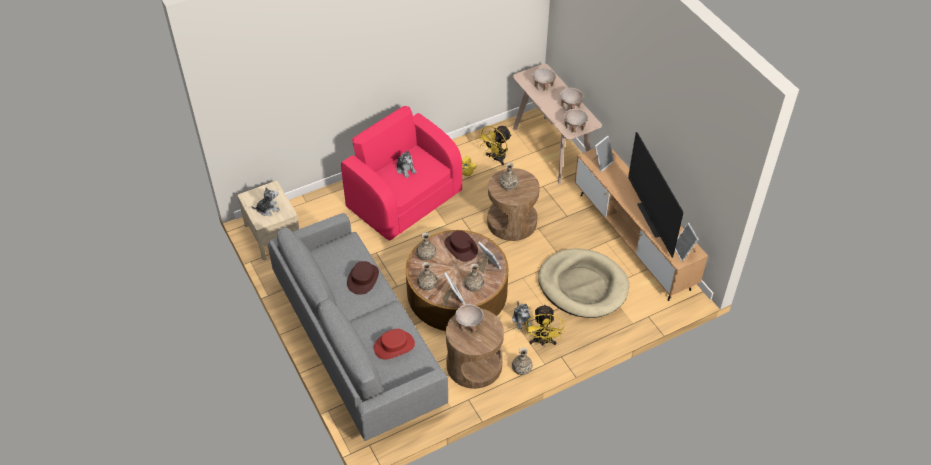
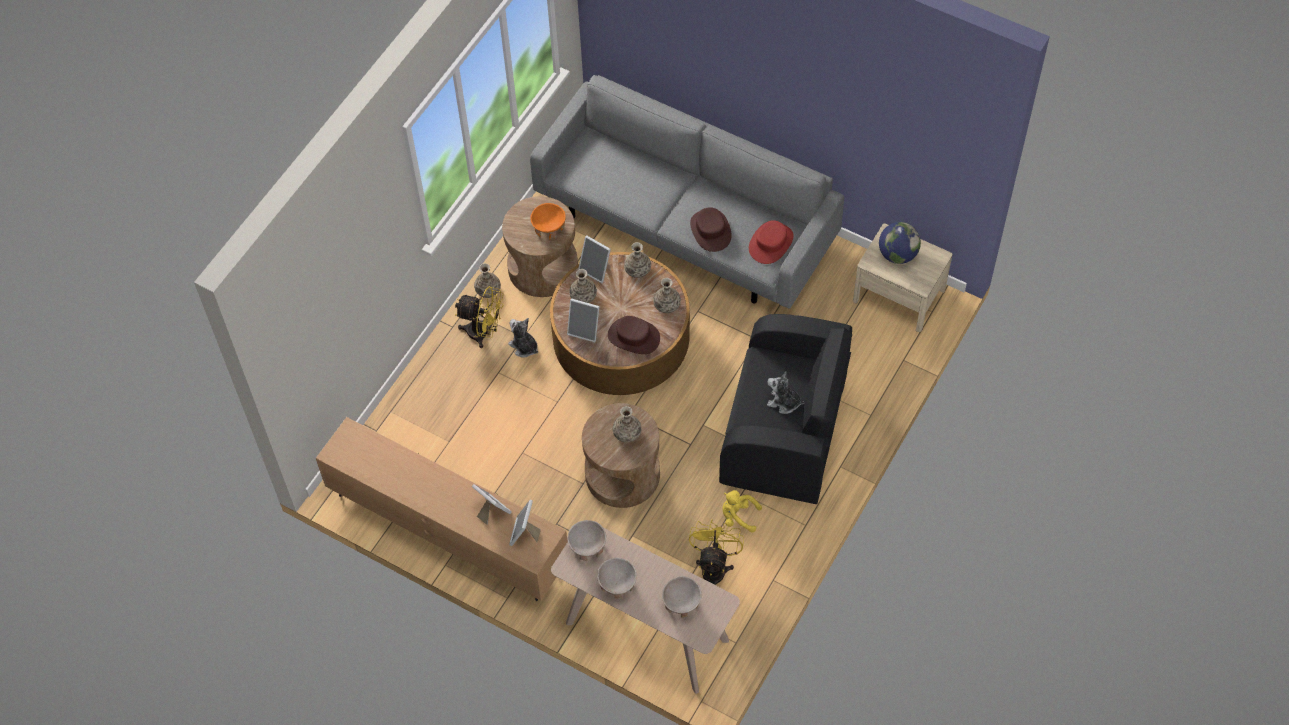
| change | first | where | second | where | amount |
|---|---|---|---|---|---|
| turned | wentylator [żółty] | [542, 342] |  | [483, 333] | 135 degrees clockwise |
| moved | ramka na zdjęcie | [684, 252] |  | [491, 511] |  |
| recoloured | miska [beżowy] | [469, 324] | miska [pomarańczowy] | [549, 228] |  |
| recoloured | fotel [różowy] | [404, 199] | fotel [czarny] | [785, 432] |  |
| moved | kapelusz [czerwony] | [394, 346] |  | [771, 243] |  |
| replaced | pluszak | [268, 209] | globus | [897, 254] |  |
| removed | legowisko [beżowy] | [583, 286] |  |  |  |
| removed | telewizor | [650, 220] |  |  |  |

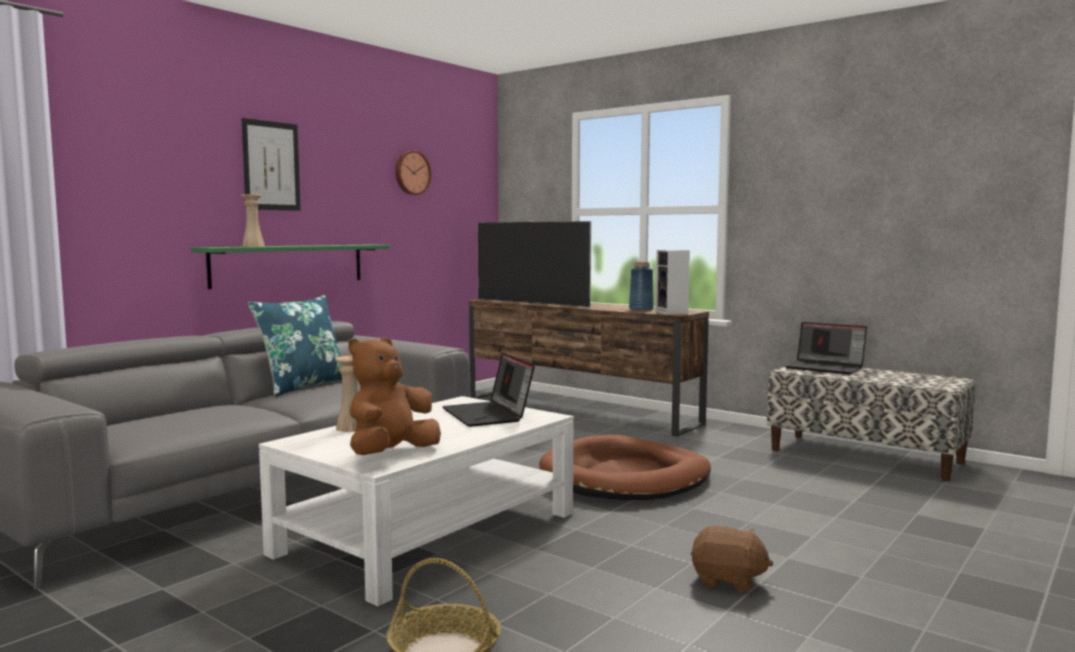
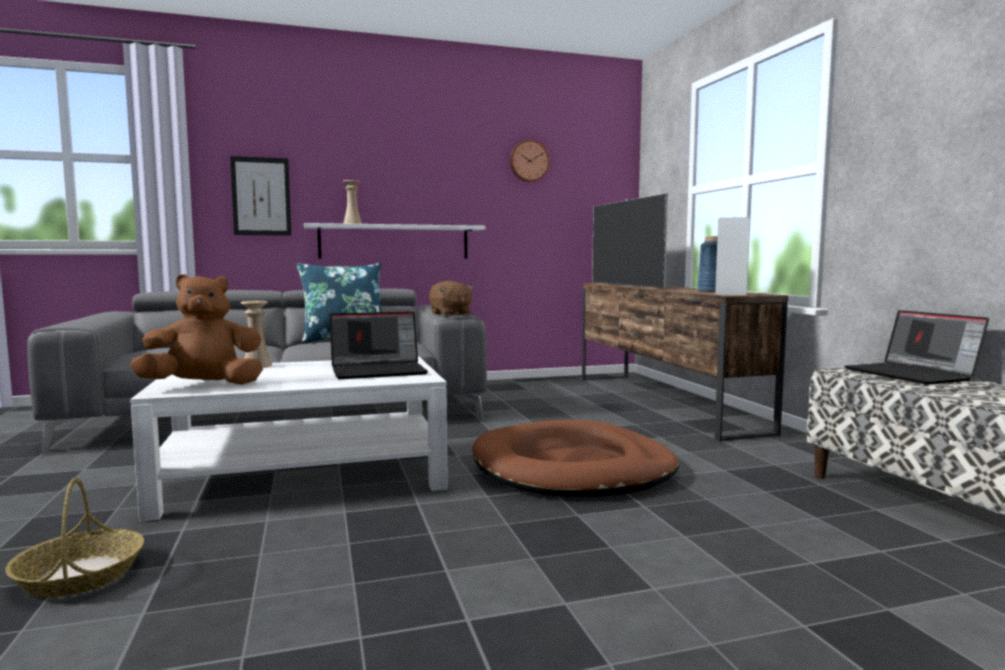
| change | first | where | second | where | amount |
|---|---|---|---|---|---|
| moved | obraz | [271, 166] |  | [261, 196] |  |
| recoloured | półka [zielony] | [289, 265] | półka [biały] | [394, 242] |  |
| turned | laptop | [488, 415] |  | [380, 371] | 120 degrees counterclockwise |
| moved | pluszak [brązowy] | [728, 580] |  | [450, 314] |  |

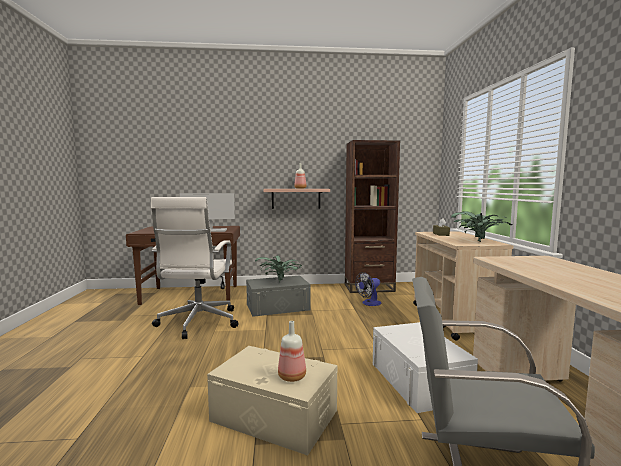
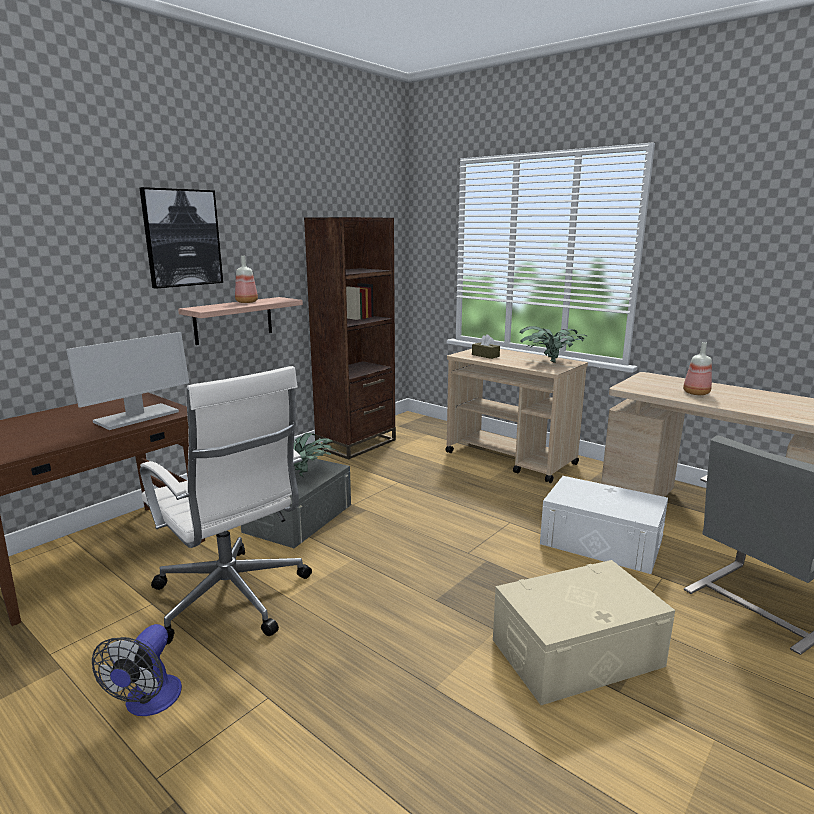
| change | first | where | second | where | amount |
|---|---|---|---|---|---|
| moved | wentylator | [369, 303] |  | [148, 703] |  |
| added |  |  | obraz | [182, 238] |  |
| moved | butelka | [291, 376] |  | [695, 393] |  |

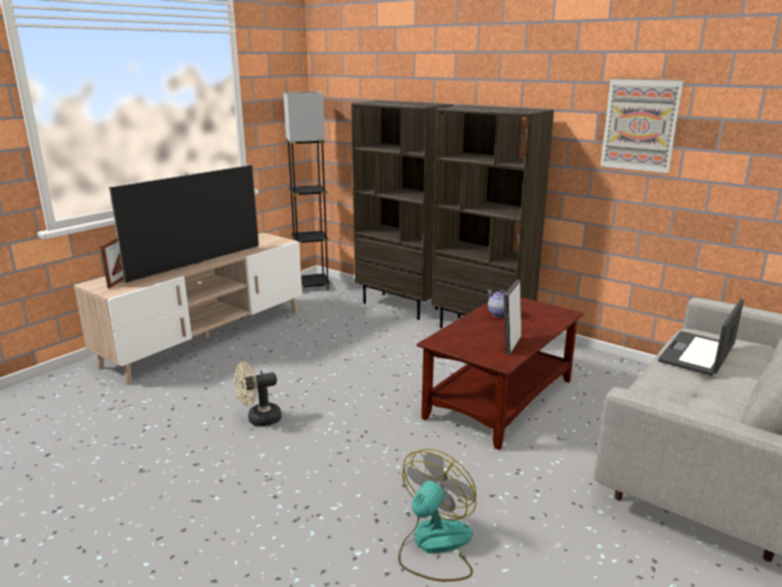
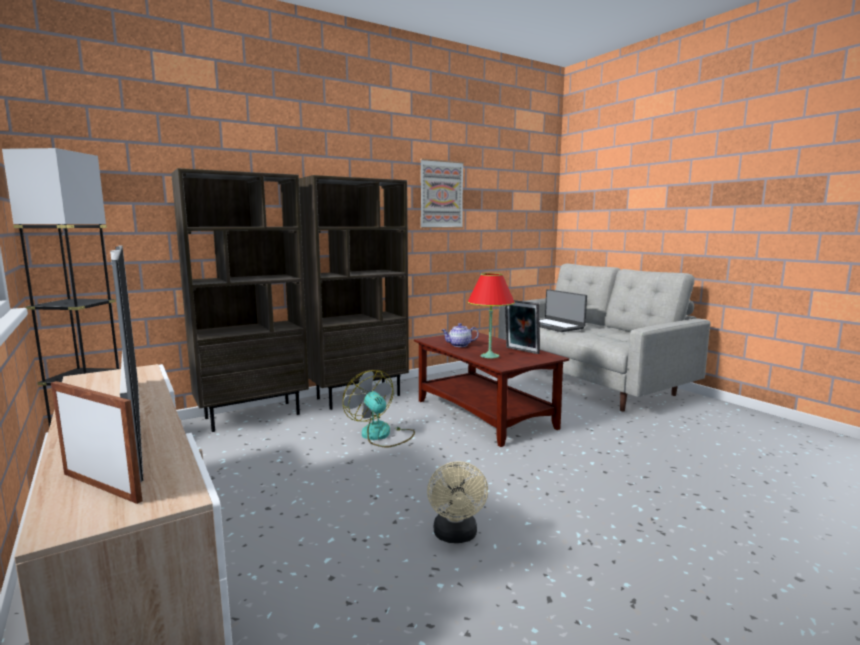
| change | first | where | second | where | amount |
|---|---|---|---|---|---|
| moved | wentylator | [434, 545] |  | [381, 435] |  |
| added |  |  | lampa stołowa [czerwony] | [489, 356] |  |

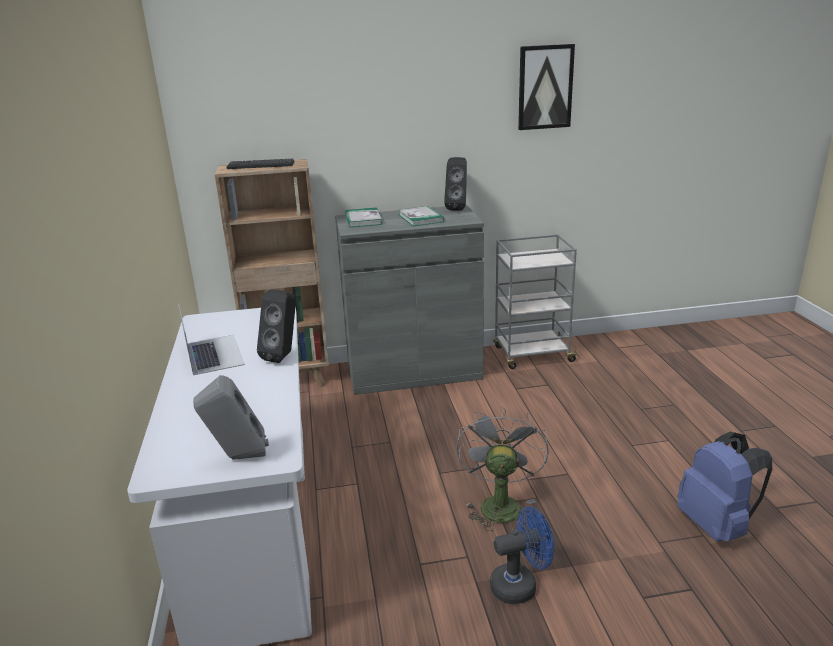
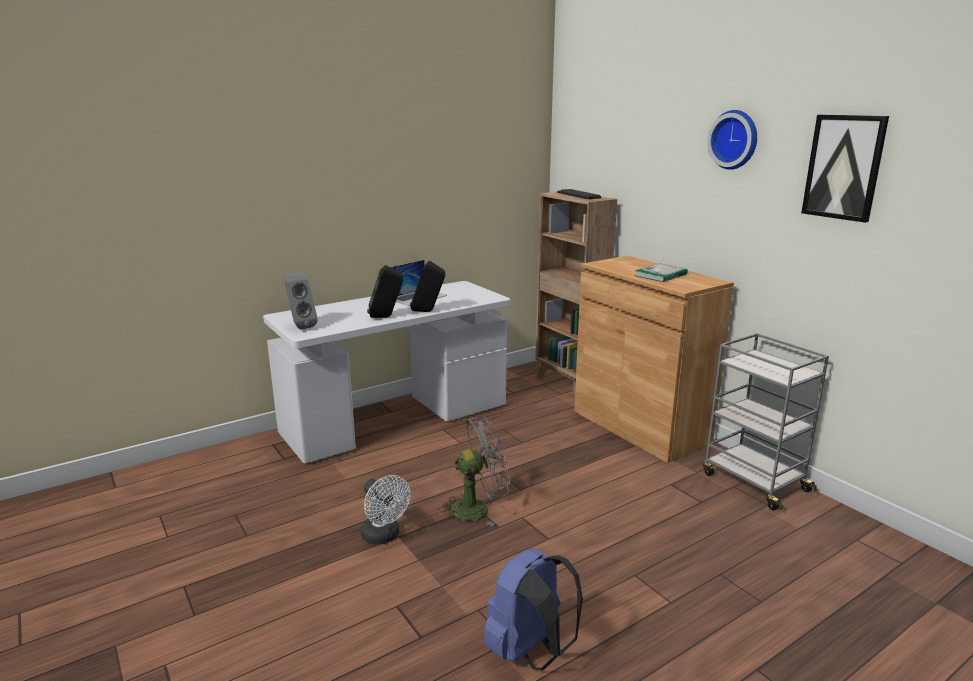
| change | first | where | second | where | amount |
|---|---|---|---|---|---|
| recoloured | wentylator [niebieski] | [520, 585] | wentylator [biały] | [384, 536] |  |
| moved | głośnik [czarny] | [457, 208] |  | [386, 317] |  |
| recoloured | szafka [szary] | [413, 371] | szafka [brązowy] | [640, 427] |  |
| added |  |  | zegar ścienny | [735, 139] |  |
| removed | książka | [363, 220] |  |  |  |

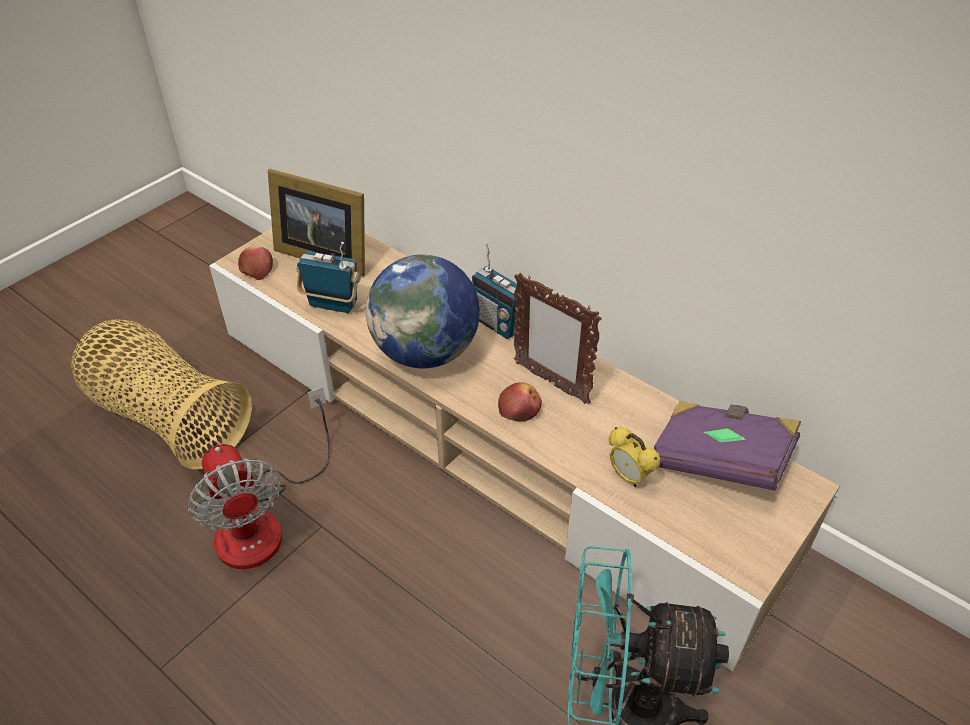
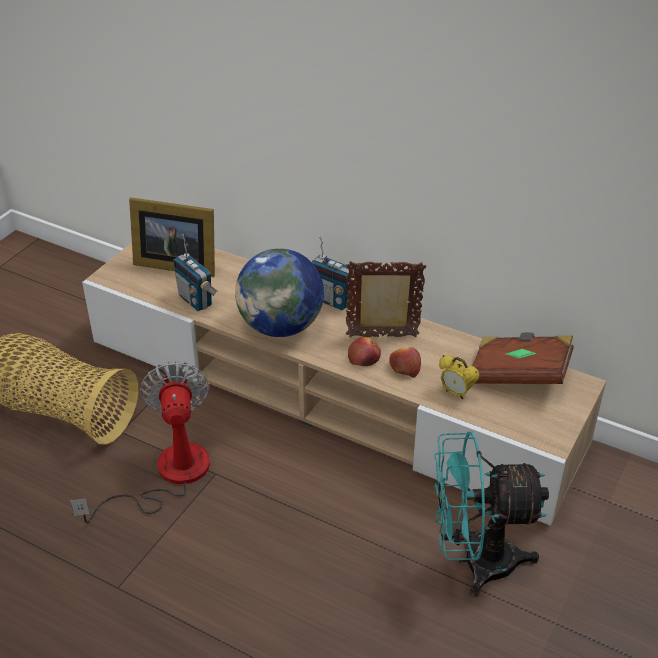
| change | first | where | second | where | amount |
|---|---|---|---|---|---|
| turned | wentylator | [264, 520] |  | [167, 475] | 150 degrees counterclockwise |
| turned | radio | [333, 305] |  | [196, 300] | 135 degrees counterclockwise |
| turned | ramka na zdjęcie | [550, 382] |  | [383, 337] | 150 degrees clockwise |
| moved | jabłko | [256, 269] |  | [404, 367] |  |
| recoloured | książka [fioletowy] | [719, 460] | książka [brązowy] | [519, 374] |  |

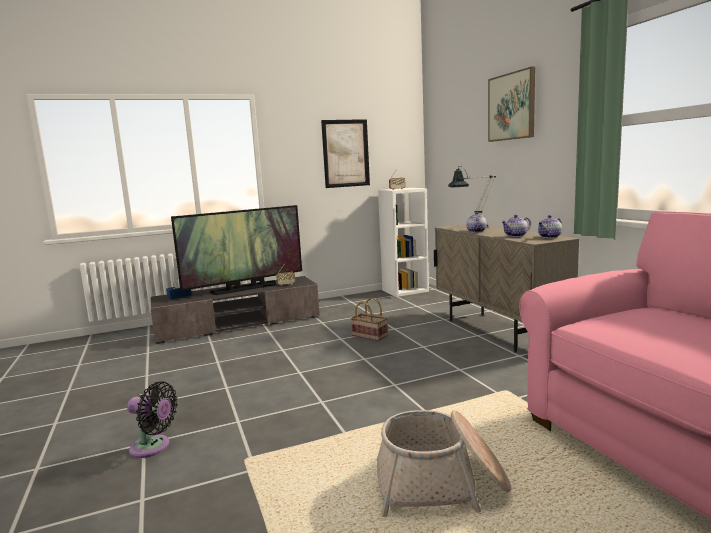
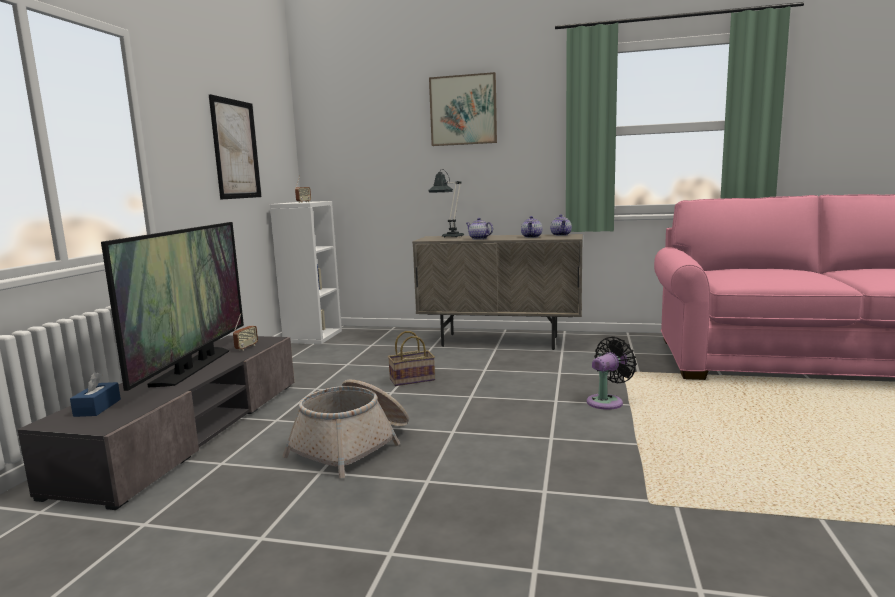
| change | first | where | second | where | amount |
|---|---|---|---|---|---|
| moved | koszyk | [441, 484] |  | [353, 445] |  |
| moved | wentylator [czarny] | [153, 447] |  | [607, 401] |  |

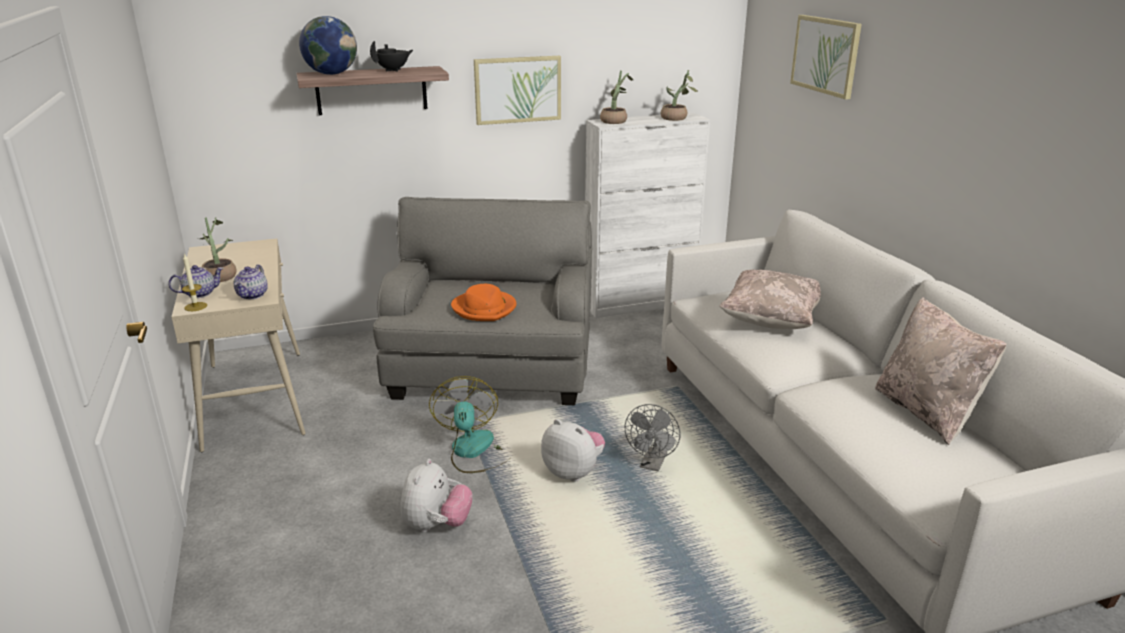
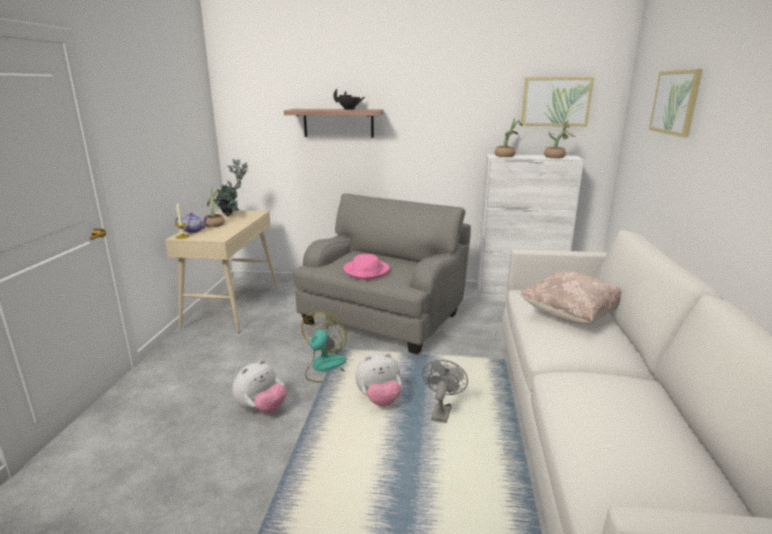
| change | first | where | second | where | amount |
|---|---|---|---|---|---|
| added |  |  | roślina doniczkowa | [233, 215] |  |
| recoloured | kapelusz [pomarańczowy] | [484, 308] | kapelusz [różowy] | [366, 271] |  |
| turned | pluszak | [573, 472] |  | [379, 400] | 105 degrees clockwise |
| turned | wentylator [szary] | [652, 464] |  | [441, 411] | 150 degrees clockwise |
| moved | obraz | [517, 89] |  | [556, 101] |  |
| removed | imbryk | [253, 295] |  |  |  |
| removed | globus | [331, 74] |  |  |  |
| removed | poduszka [beżowy] | [926, 412] |  |  |  |

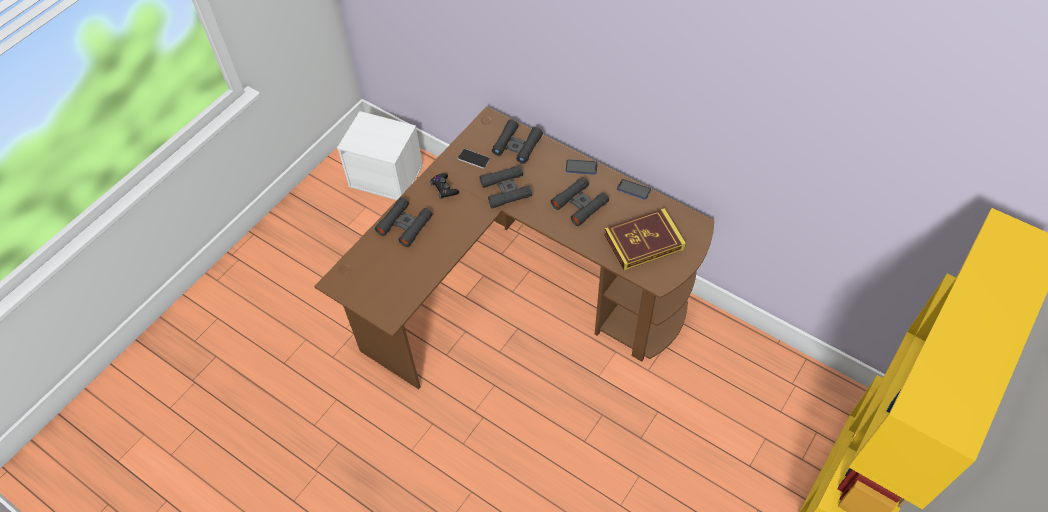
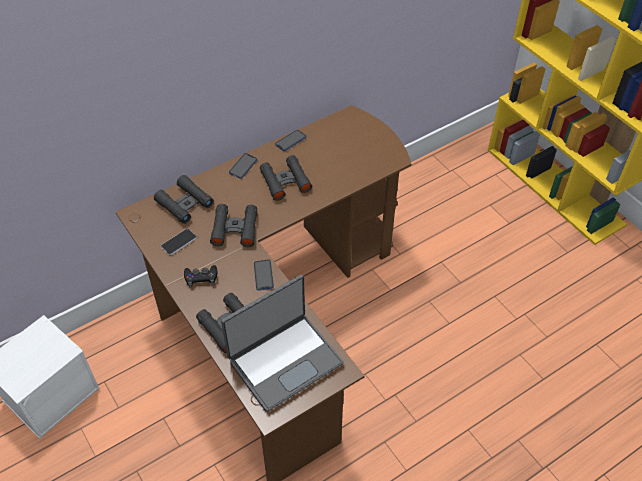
| change | first | where | second | where | amount |
|---|---|---|---|---|---|
| added |  |  | laptop | [284, 360] |  |
| added |  |  | telefon | [263, 275] |  |
| removed | książka | [644, 242] |  |  |  |

